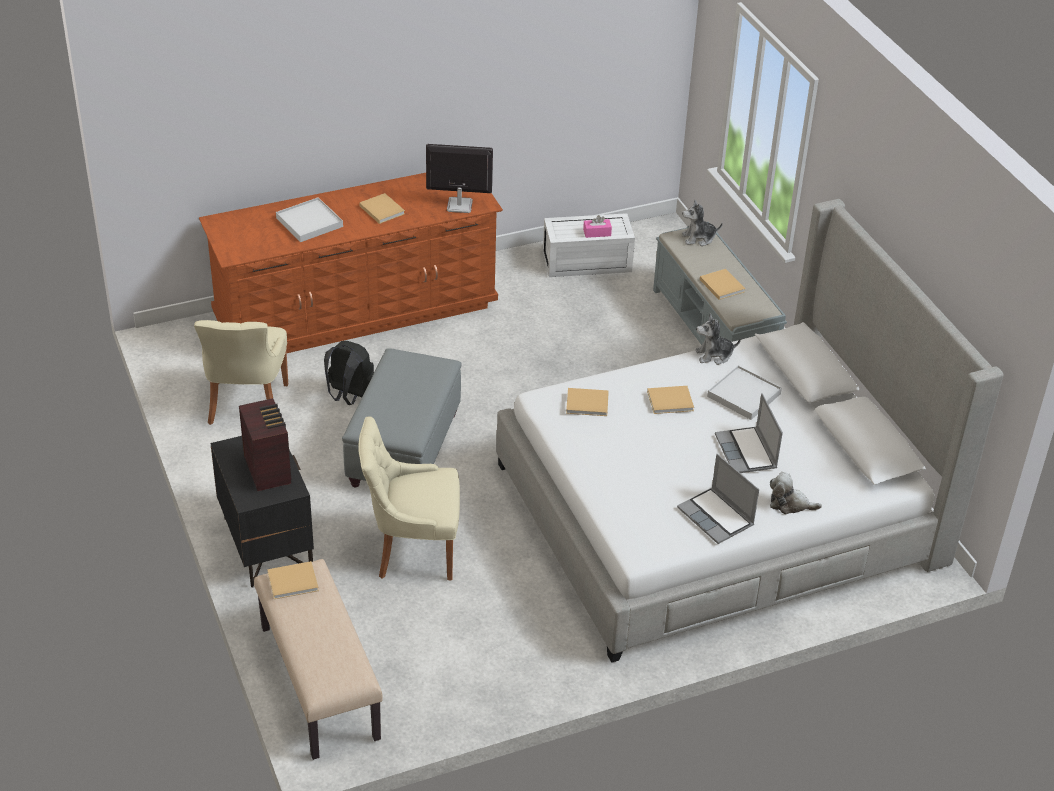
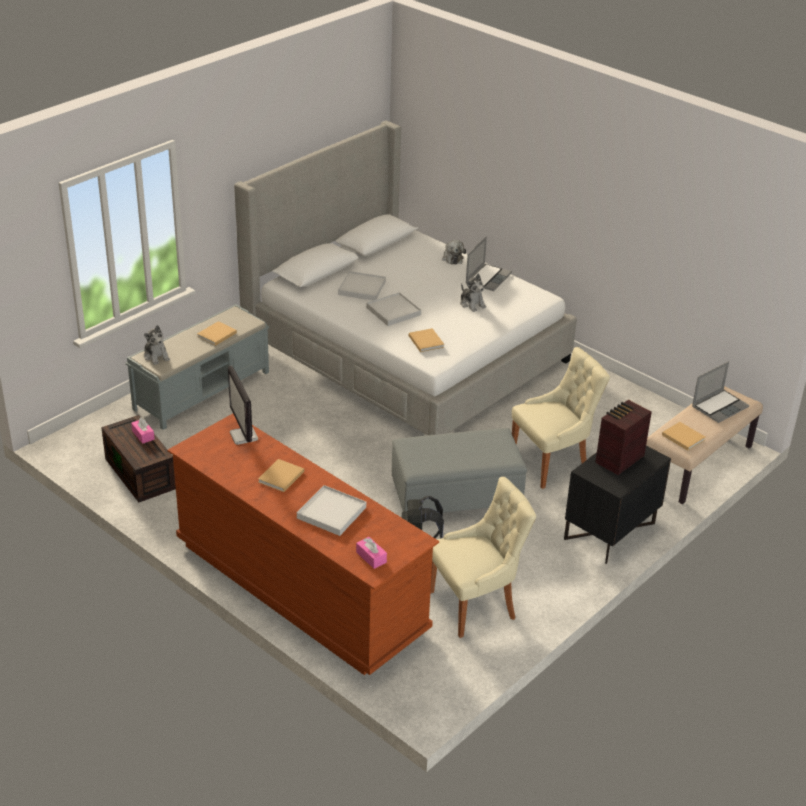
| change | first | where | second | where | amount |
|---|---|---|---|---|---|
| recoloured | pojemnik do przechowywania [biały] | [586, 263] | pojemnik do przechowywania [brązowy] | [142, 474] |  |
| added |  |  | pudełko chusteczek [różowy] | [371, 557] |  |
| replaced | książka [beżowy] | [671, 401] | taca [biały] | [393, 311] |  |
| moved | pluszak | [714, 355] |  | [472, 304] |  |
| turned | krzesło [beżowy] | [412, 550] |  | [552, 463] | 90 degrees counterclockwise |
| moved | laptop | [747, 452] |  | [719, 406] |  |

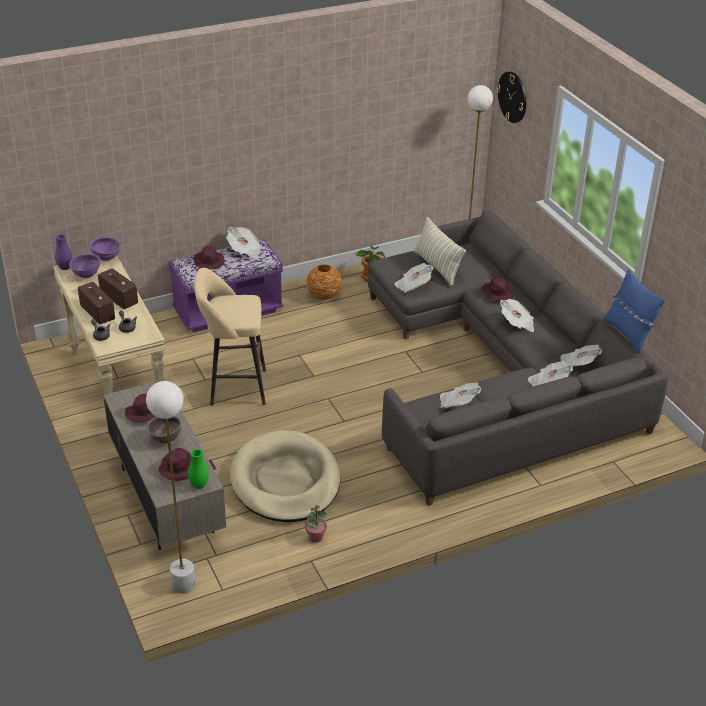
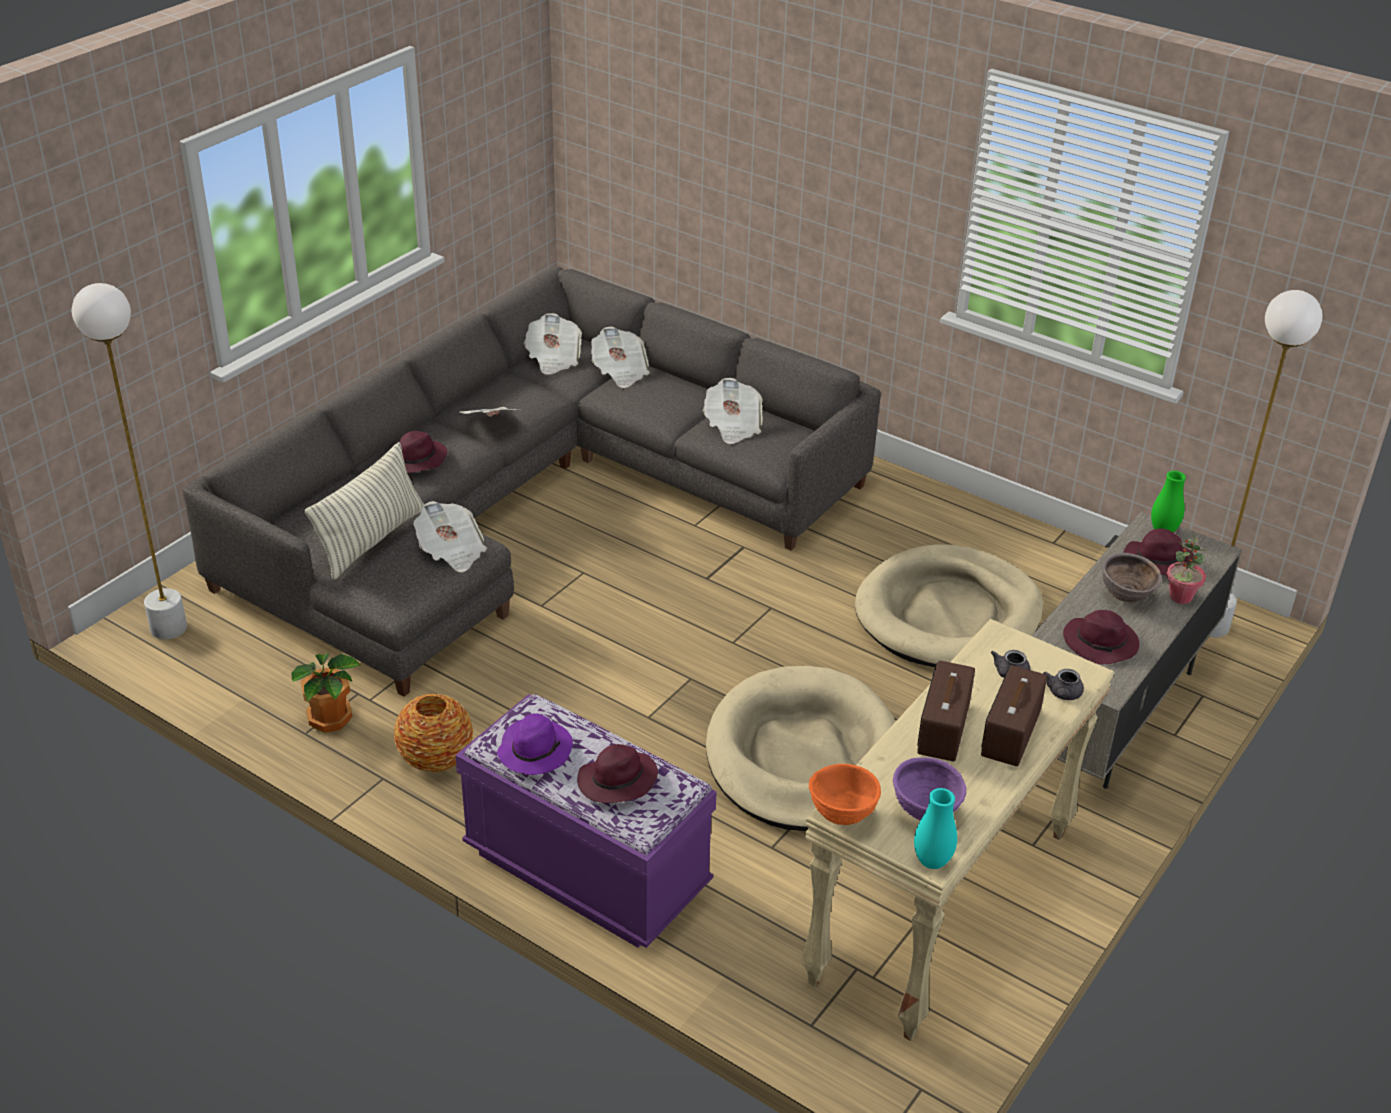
| change | first | where | second | where | amount |
|---|---|---|---|---|---|
| replaced | gazeta | [245, 251] | kapelusz [fioletowy] | [534, 750] |  |
| replaced | stołek [beżowy] | [234, 387] | legowisko [beżowy] | [802, 756] |  |
| recoloured | miska [fioletowy] | [106, 259] | miska [pomarańczowy] | [842, 816] |  |
| recoloured | wazon [fioletowy] | [65, 268] | wazon [turkusowy] | [932, 861] |  |
| moved | roślina doniczkowa | [315, 537] |  | [1180, 597] |  |
| removed | zegar ścienny | [512, 97] |  |  |  |
| removed | poduszka [niebieski] | [628, 334] |  |  |  |

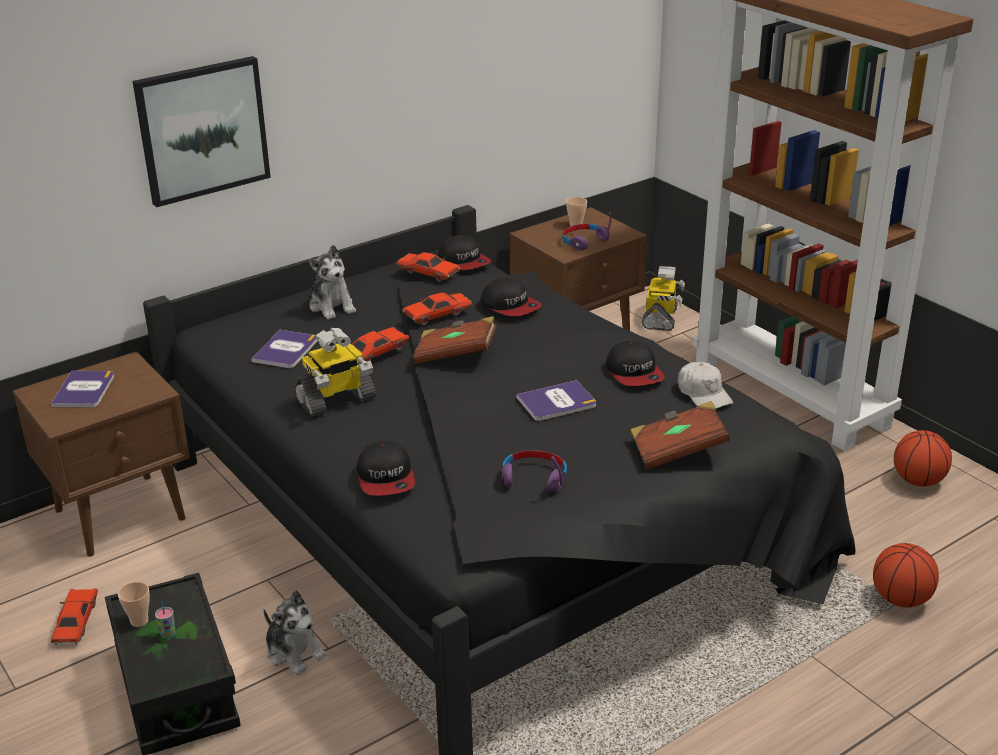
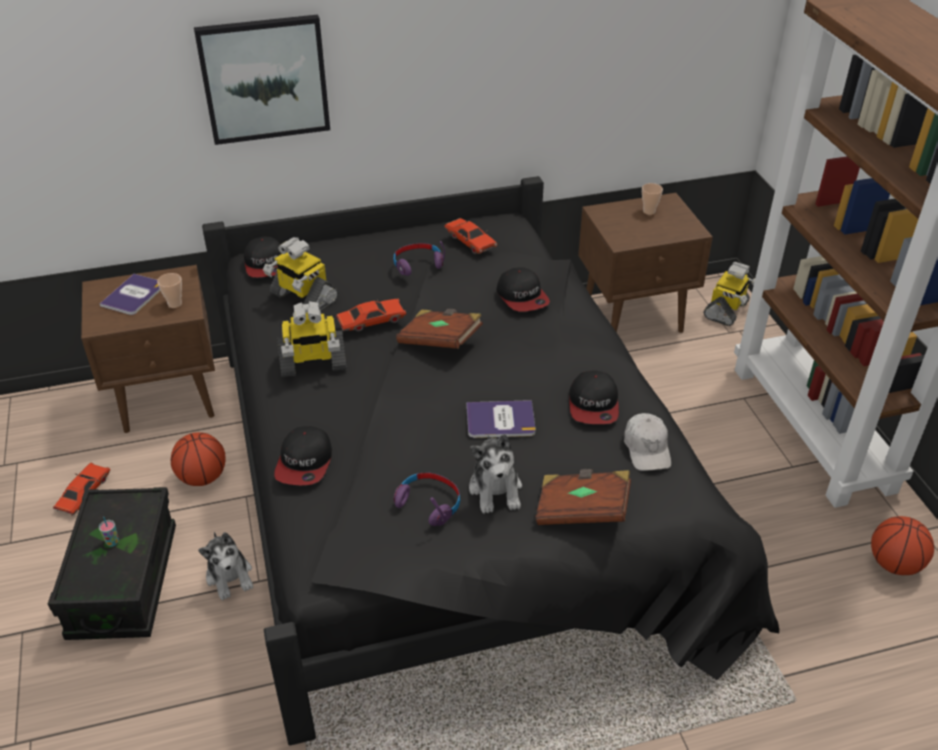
| change | first | where | second | where | amount |
|---|---|---|---|---|---|
| moved | filiżanka | [139, 621] |  | [175, 304] |  |
| moved | piłka do koszykówki | [900, 599] |  | [203, 477] |  |
| moved | czapka z daszkiem | [464, 261] |  | [266, 264] |  |
| replaced | książka | [286, 350] | robot zabawkowy | [303, 298] |  |
| moved | słuchawki [fioletowy] | [584, 241] |  | [418, 264] |  |
| moved | pluszak | [332, 306] |  | [496, 489] |  |
| removed | samochodzik [czerwony] | [438, 314] |  |  |  |

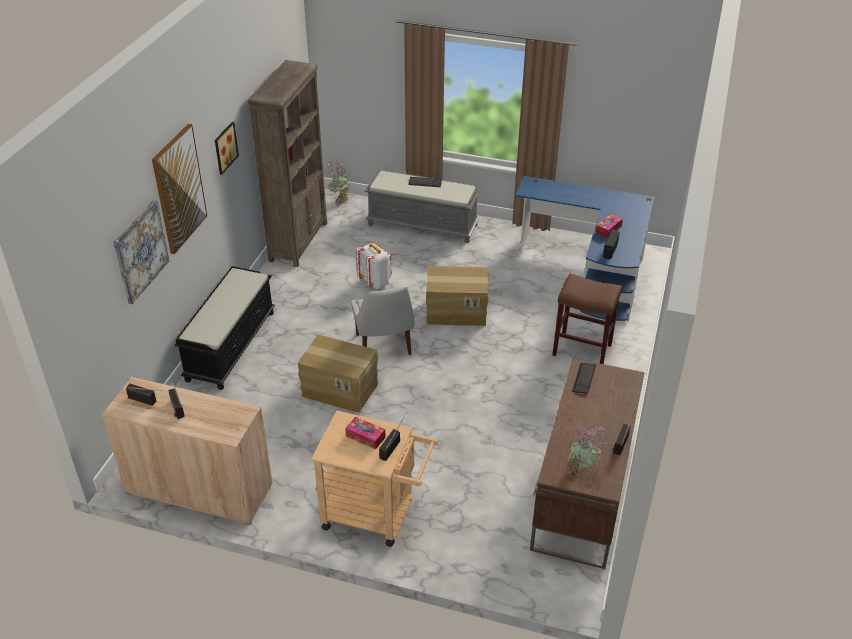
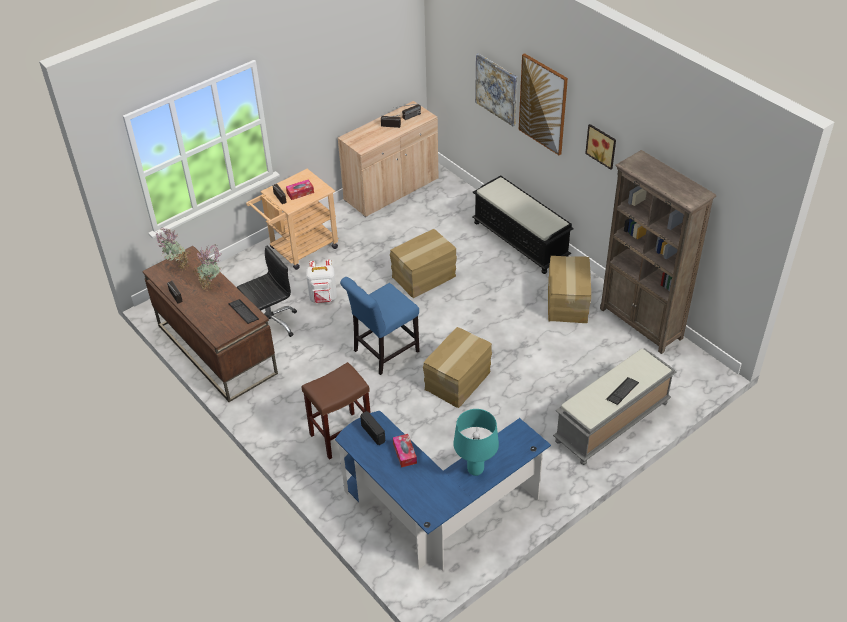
| change | first | where | second | where | amount |
|---|---|---|---|---|---|
| moved | roślina doniczkowa | [339, 200] |  | [212, 285] |  |
| added |  |  | krzesło biurowe [czarny] | [270, 323] |  |
| moved | plecak [biały] | [375, 282] |  | [323, 298] |  |
| added |  |  | krzesło [niebieski] | [383, 352] |  |
| added |  |  | lampa stołowa [turkusowy] | [476, 470] |  |
| added |  |  | karton | [568, 303] |  |
| removed | krzesło [biały] | [384, 346] |  |  |  |

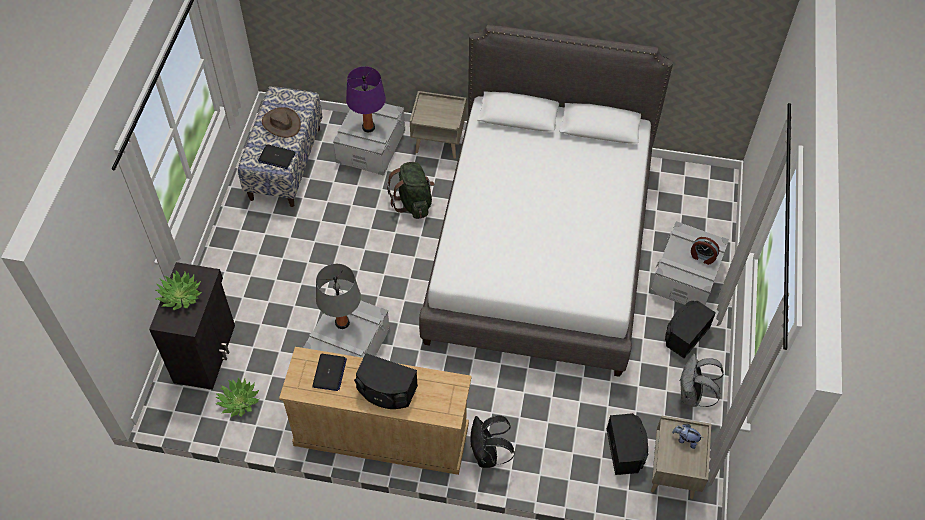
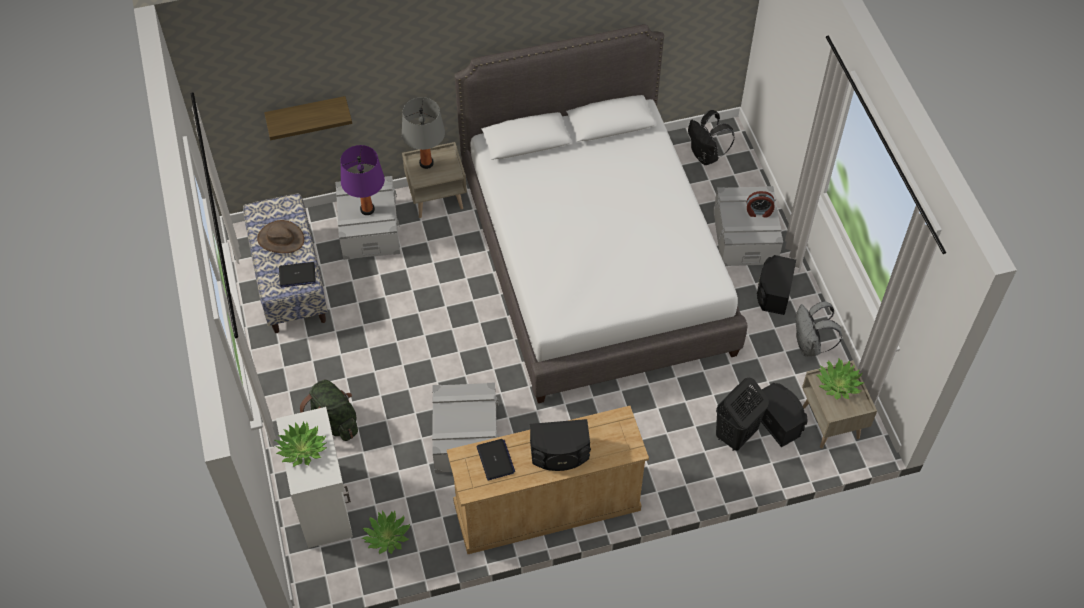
| change | first | where | second | where | amount |
|---|---|---|---|---|---|
| added |  |  | półka | [307, 114] |  |
| recoloured | szafka [czarny] | [206, 353] | szafka [biały] | [324, 504] |  |
| moved | plecak [zielony] | [413, 202] |  | [333, 422] |  |
| moved | lampa stołowa [szary] | [342, 322] |  | [426, 163] |  |
| moved | plecak [czarny] | [487, 455] |  | [706, 156] |  |
| added |  |  | kosz na pranie [czarny] | [735, 435] |  |
| replaced | pluszak | [685, 439] | roślina doniczkowa | [838, 384] |  |

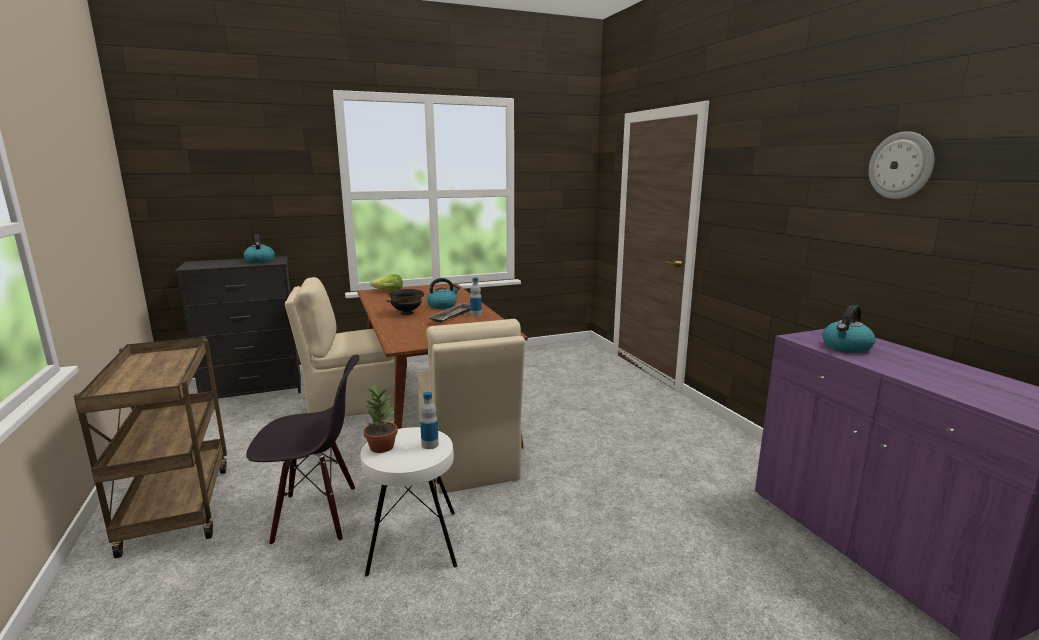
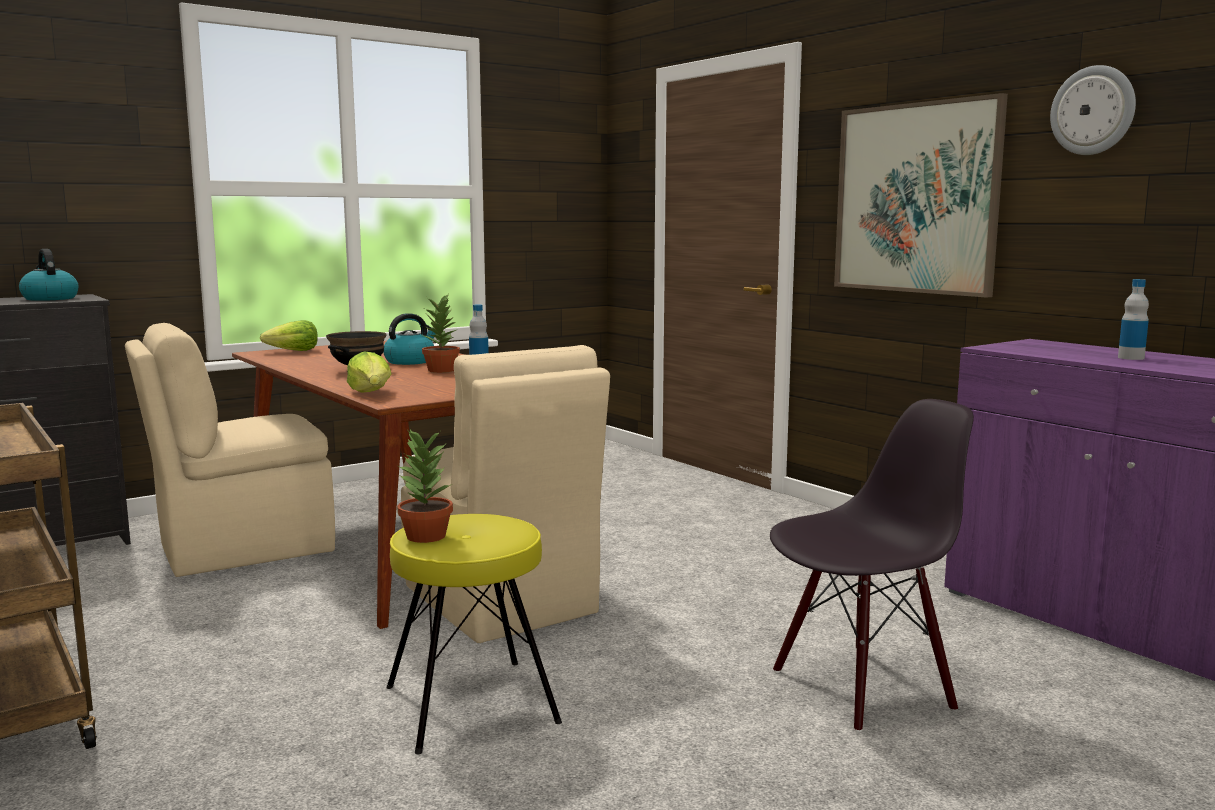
| change | first | where | second | where | amount |
|---|---|---|---|---|---|
| added |  |  | sałata | [371, 393] |  |
| recoloured | stołek [biały] | [412, 541] | stołek [żółty] | [469, 704] |  |
| replaced | taca | [453, 316] | roślina doniczkowa | [442, 370] |  |
| moved | krzesło [czarny] | [315, 515] |  | [861, 688] |  |
| added |  |  | obraz | [915, 198] |  |
| moved | butelka | [430, 445] |  | [1131, 358] |  |
| removed | czajnik | [846, 347] |  |  |  |

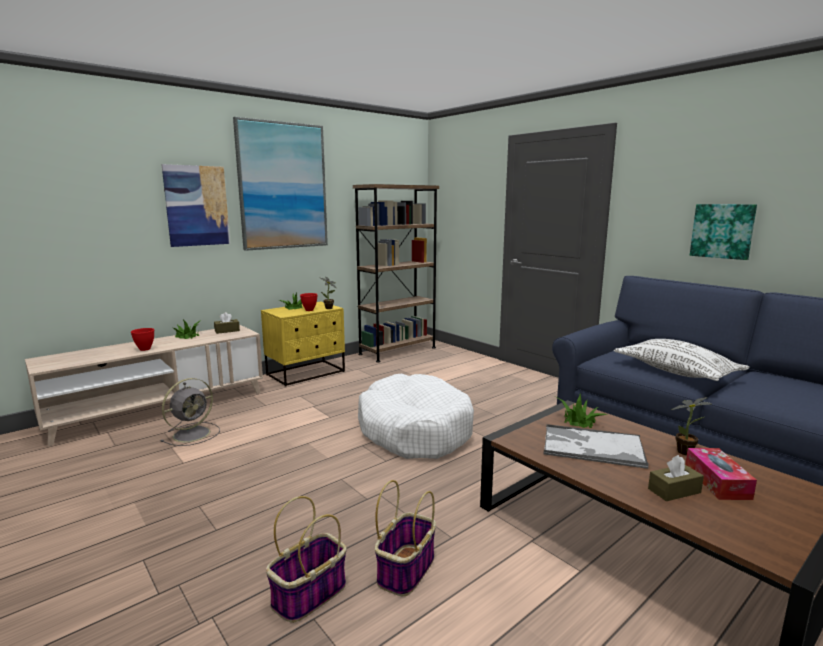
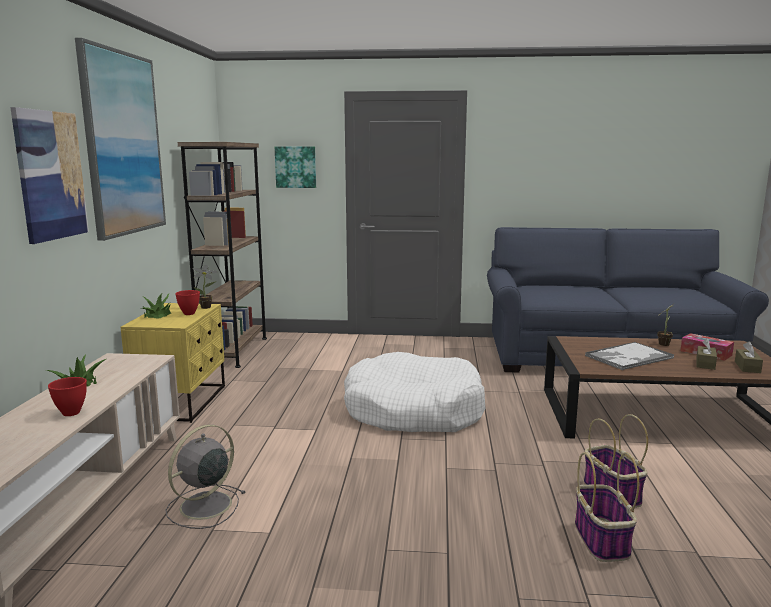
| change | first | where | second | where | amount |
|---|---|---|---|---|---|
| turned | wentylator [szary] | [193, 434] |  | [204, 506] | 135 degrees counterclockwise |
| moved | obraz | [722, 231] |  | [296, 167] |  |
| moved | pudełko chusteczek [brązowy] | [227, 331] |  | [747, 367] |  |
| removed | roślina doniczkowa | [579, 421] |  |  |  |
| removed | poduszka [biały] | [676, 372] |  |  |  |

